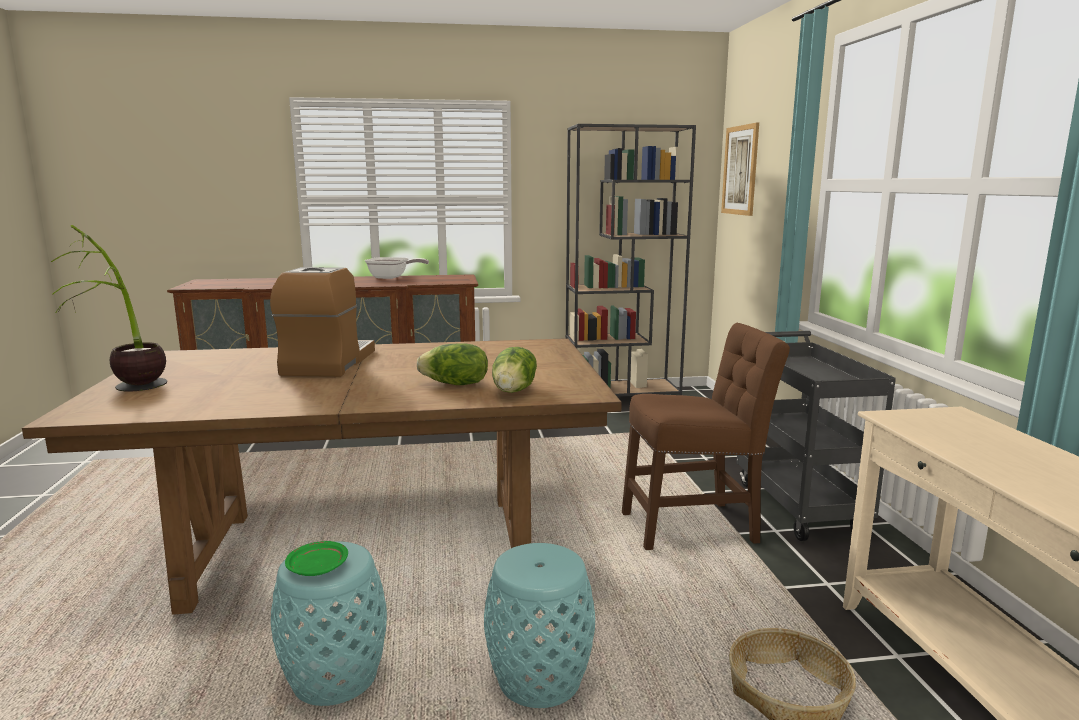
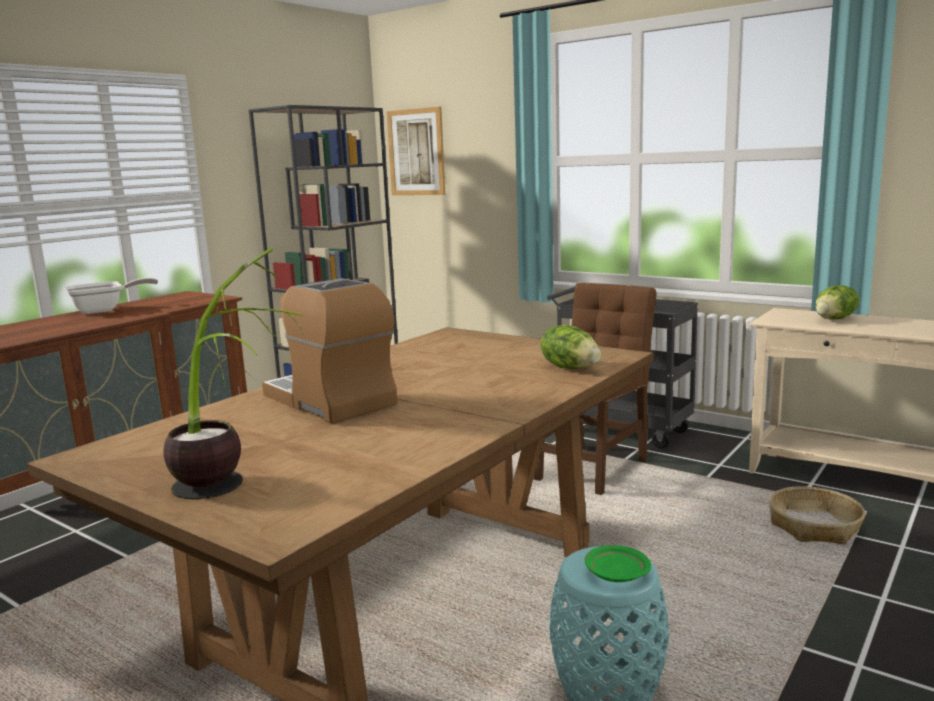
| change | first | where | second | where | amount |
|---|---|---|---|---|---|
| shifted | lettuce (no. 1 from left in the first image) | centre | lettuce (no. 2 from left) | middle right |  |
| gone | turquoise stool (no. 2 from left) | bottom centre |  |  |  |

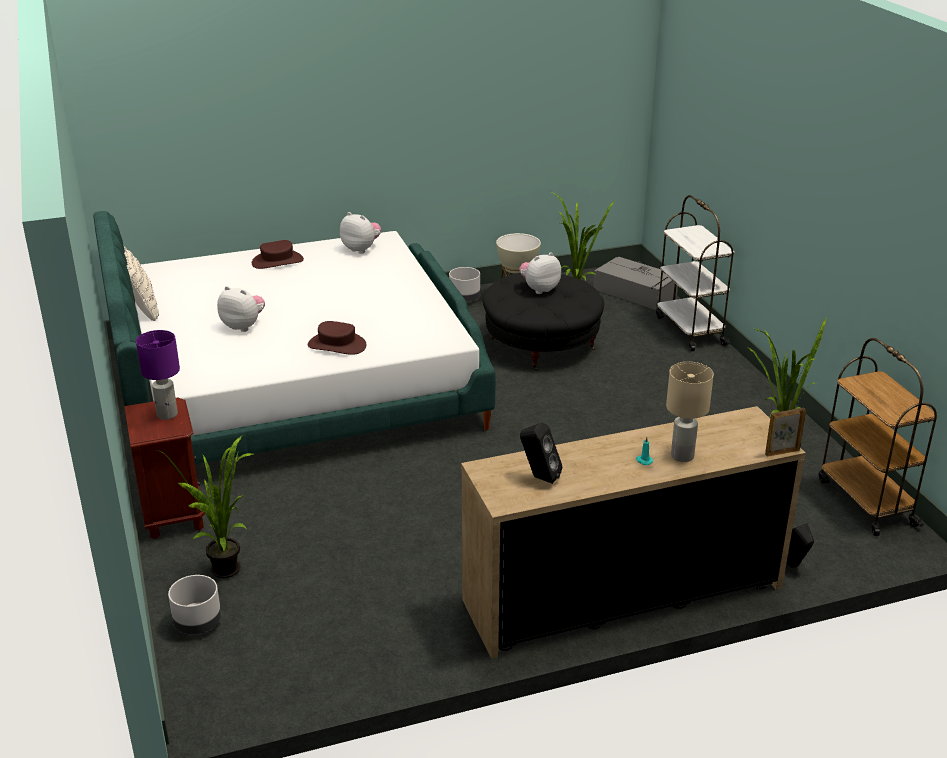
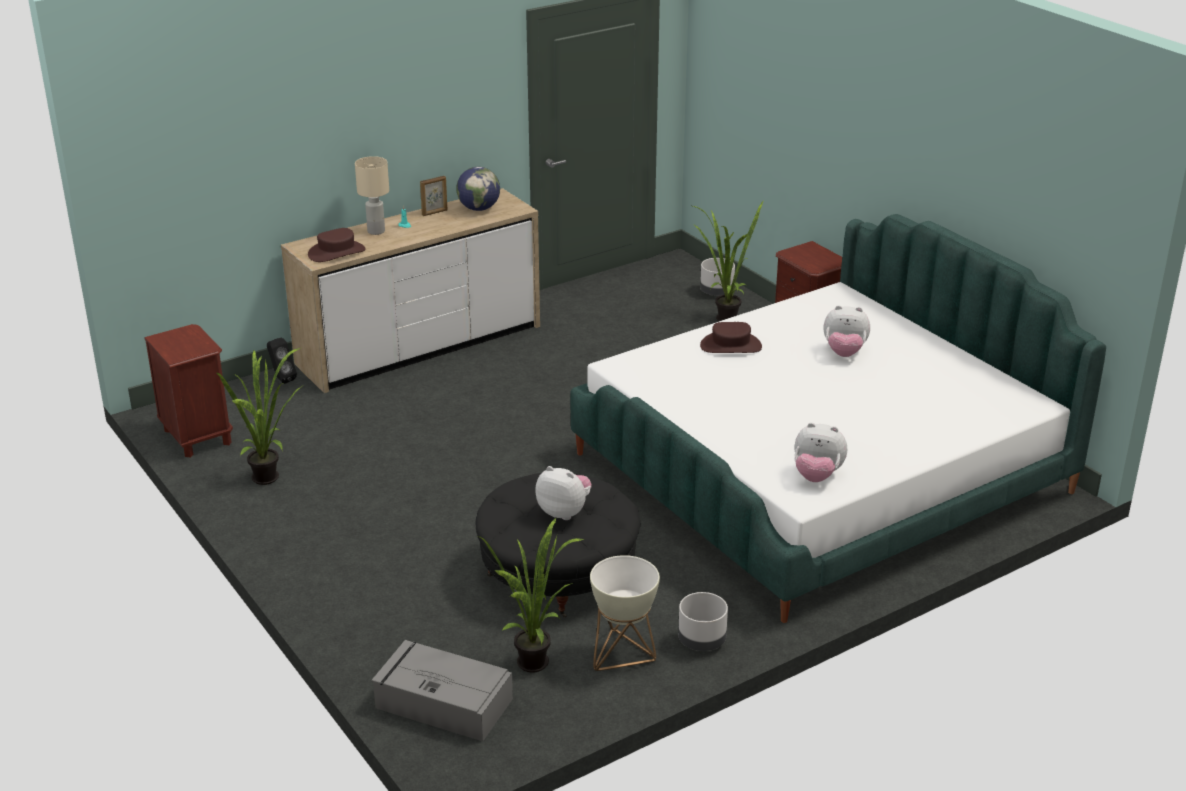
| change | first | where | second | where | amount |
|---|---|---|---|---|---|
| gone | beige pillow | middle left |  |  |  |
| gone | purple table lamp | middle left |  |  |  |
| shifted | brown hat (no. 1 from left) | middle left |  | top left |  |
| rotated | plush toy (no. 3 from left in the first image) | centre | plush toy (no. 1 from left) | centre | 105 degrees counterclockwise |
| swapped | black speaker (no. 1 from left) | centre | globe | top centre |  |
| gone | white cart | middle right |  |  |  |
| shifted | picture frame | middle right |  | top centre |  |
| swapped | brown cart | middle right | brown nightstand (no. 1 from left) | middle left |  |

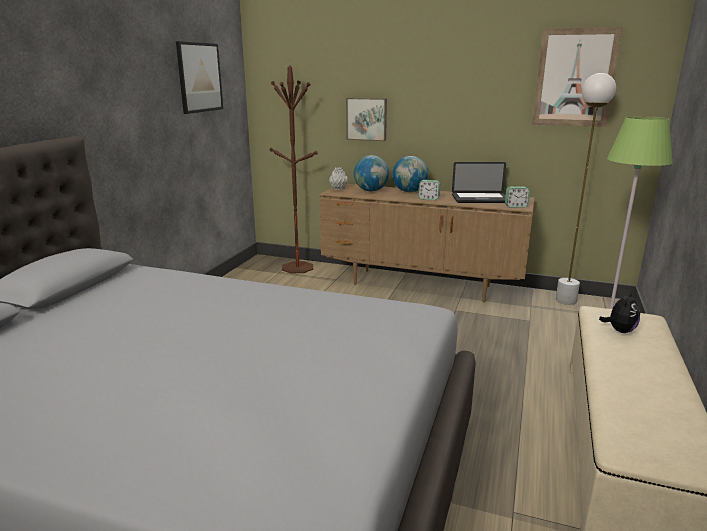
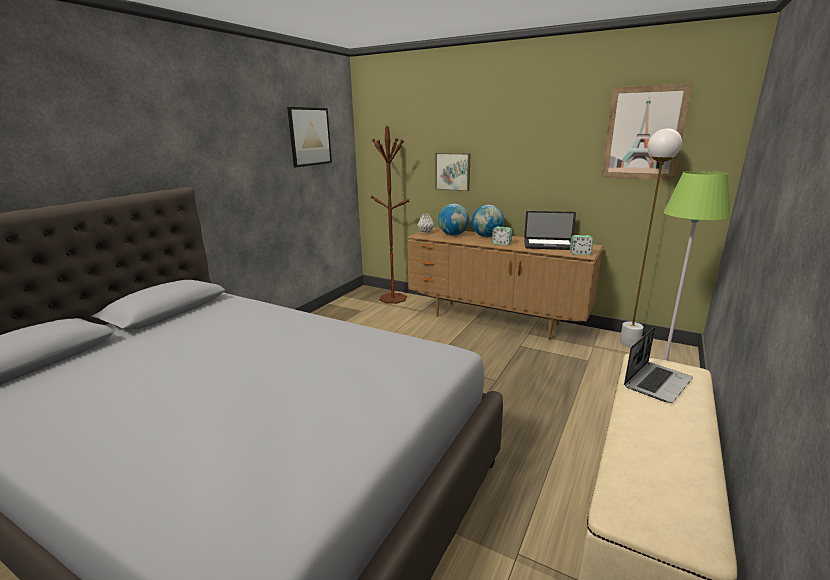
| change | first | where | second | where | amount |
|---|---|---|---|---|---|
| swapped | plush toy | middle right | laptop (no. 2 from left) | middle right |  |

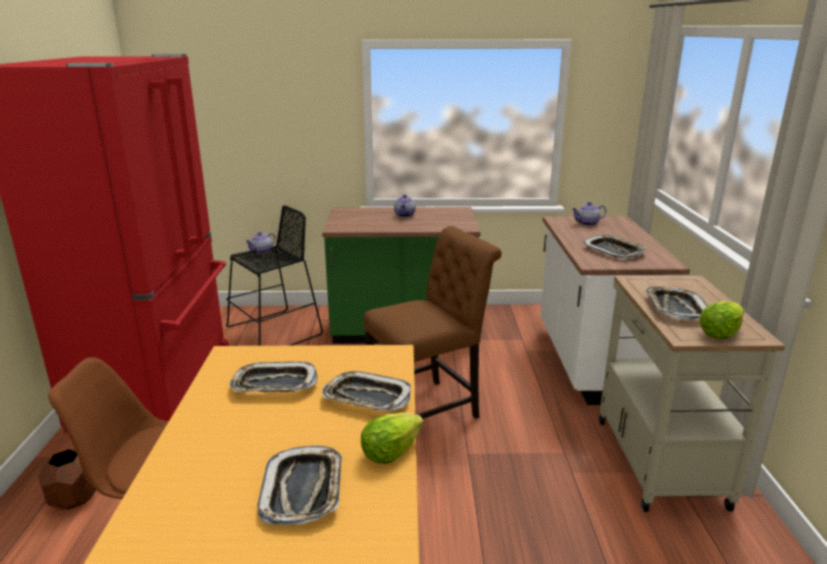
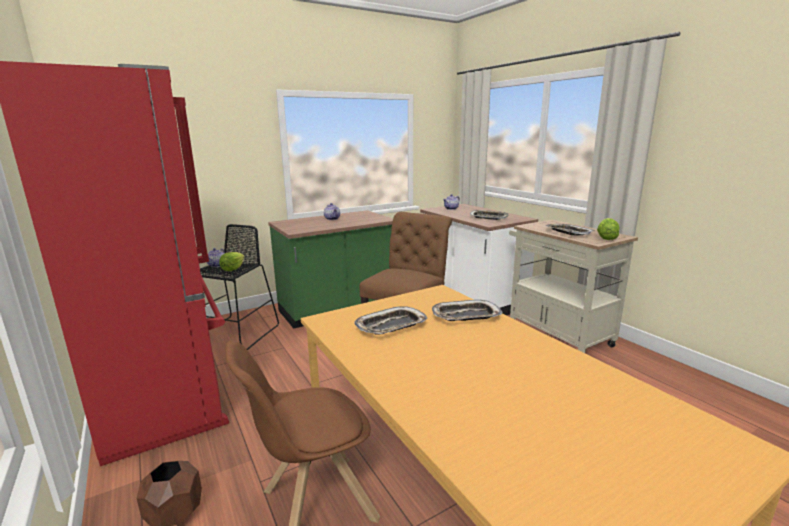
| change | first | where | second | where | amount |
|---|---|---|---|---|---|
| gone | tray (no. 2 from left) | bottom centre |  |  |  |
| shifted | lettuce (no. 1 from left) | bottom centre |  | middle left |  |

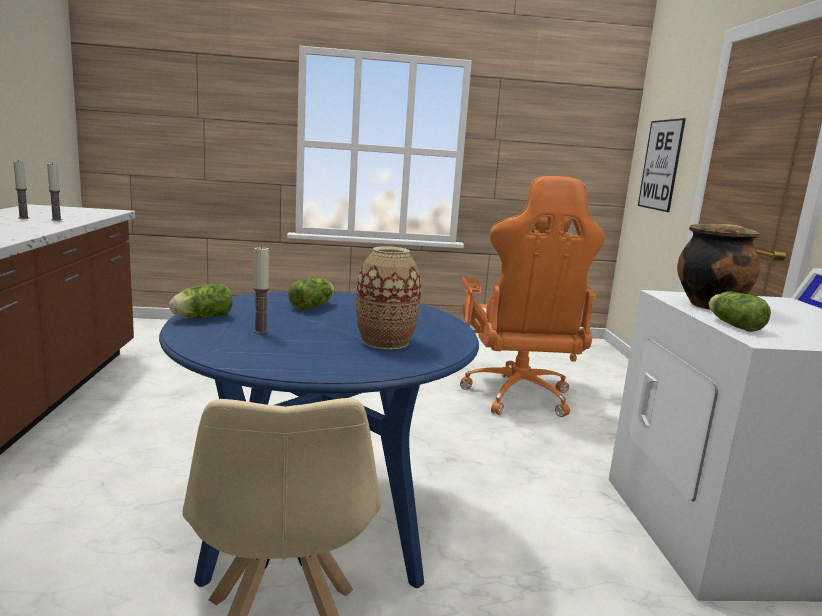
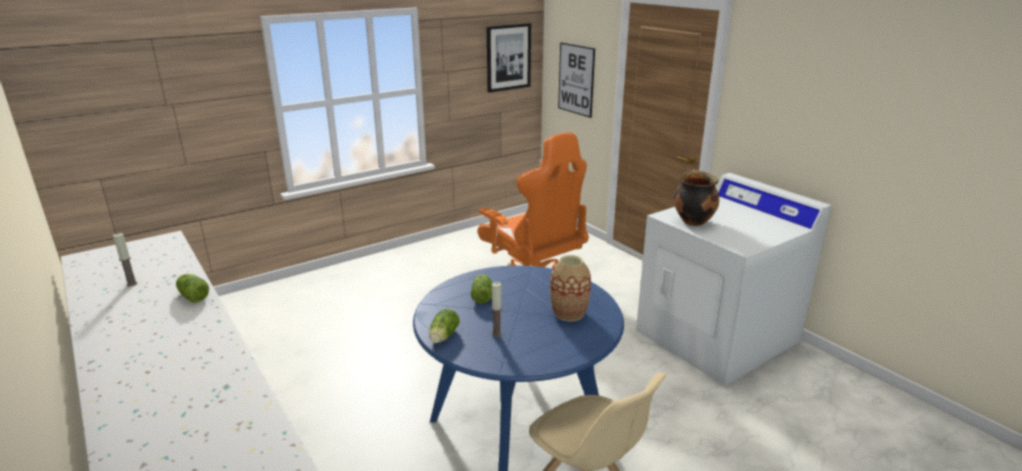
| change | first | where | second | where | amount |
|---|---|---|---|---|---|
| gone | candle (no. 2 from left) | top left |  |  |  |
| shifted | lettuce (no. 3 from left in the first image) | middle right | lettuce (no. 1 from left) | middle left |  |
| new |  |  | picture (no. 1 from left) | top centre |  |

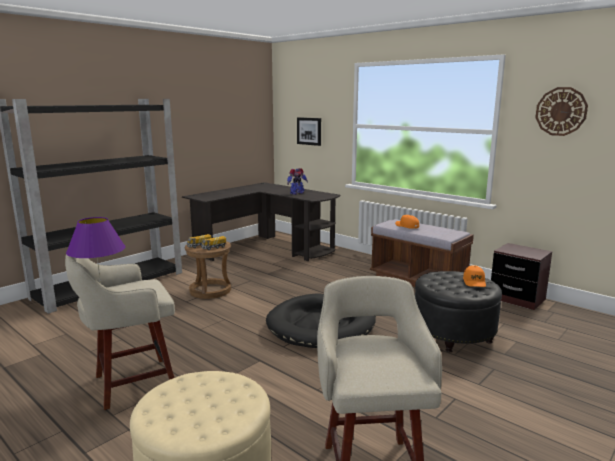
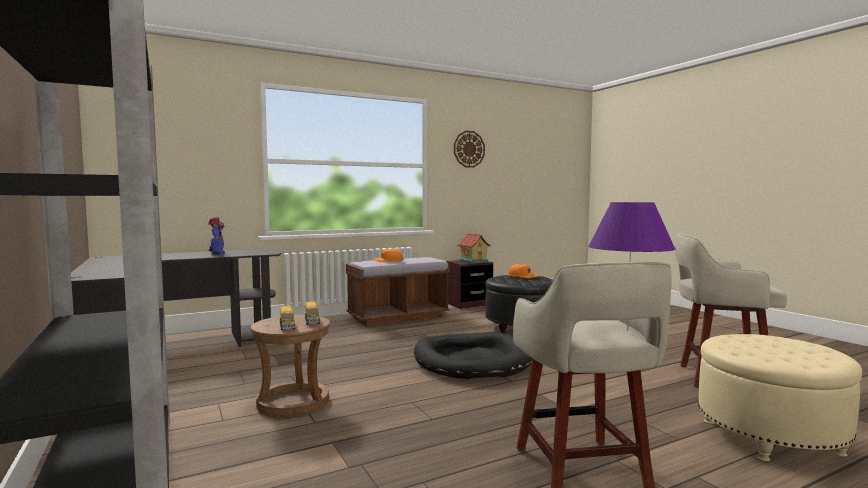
| change | first | where | second | where | amount |
|---|---|---|---|---|---|
| gone | picture | top centre |  |  |  |
| new |  |  | toy house | centre |  |

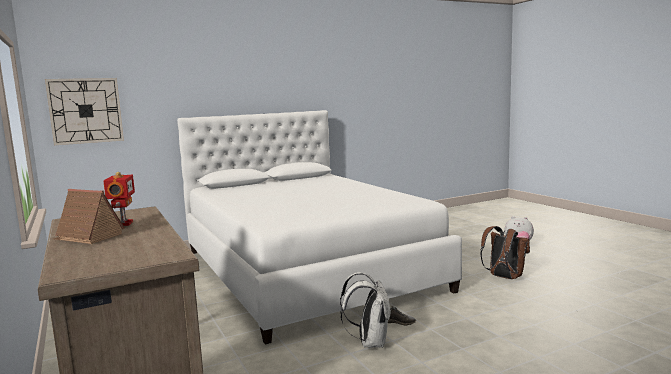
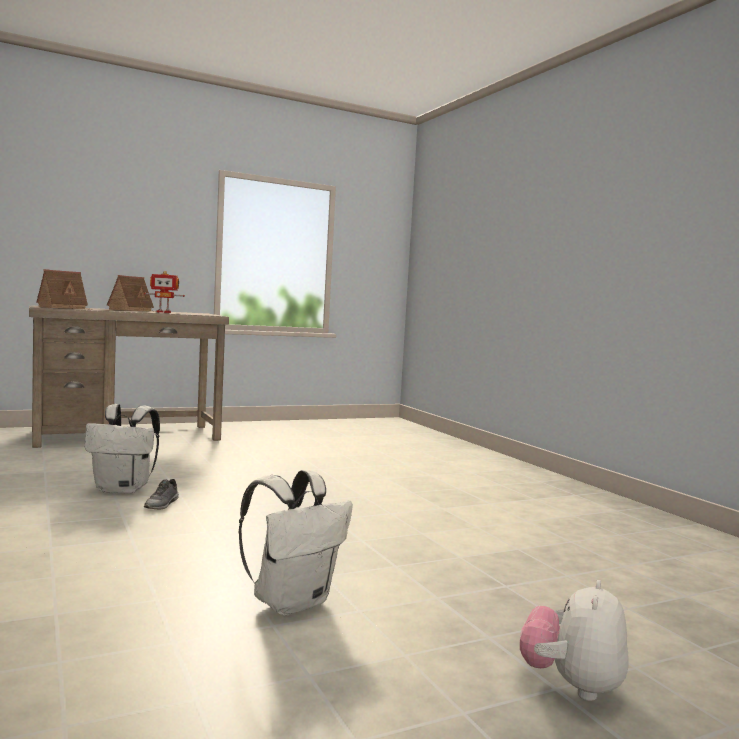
| change | first | where | second | where | amount |
|---|---|---|---|---|---|
| gone | wall clock | top left |  |  |  |
| gone | white bed | centre |  |  |  |
| repainted | brown backpack | bottom right | white backpack (no. 2 from left) | bottom centre |  |
| new |  |  | toy house (no. 1 from left) | middle left |  |

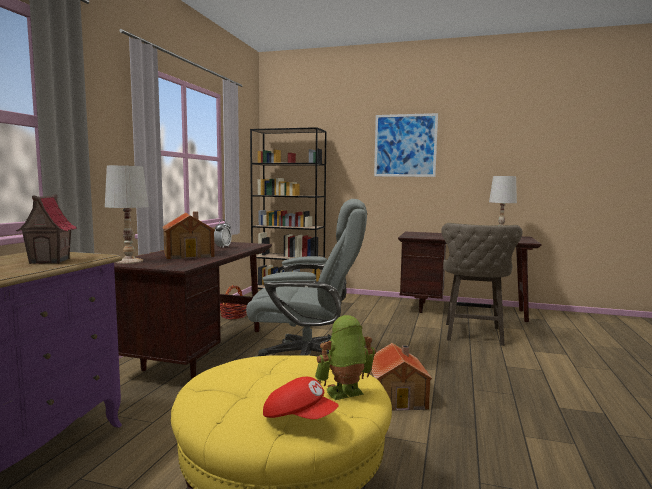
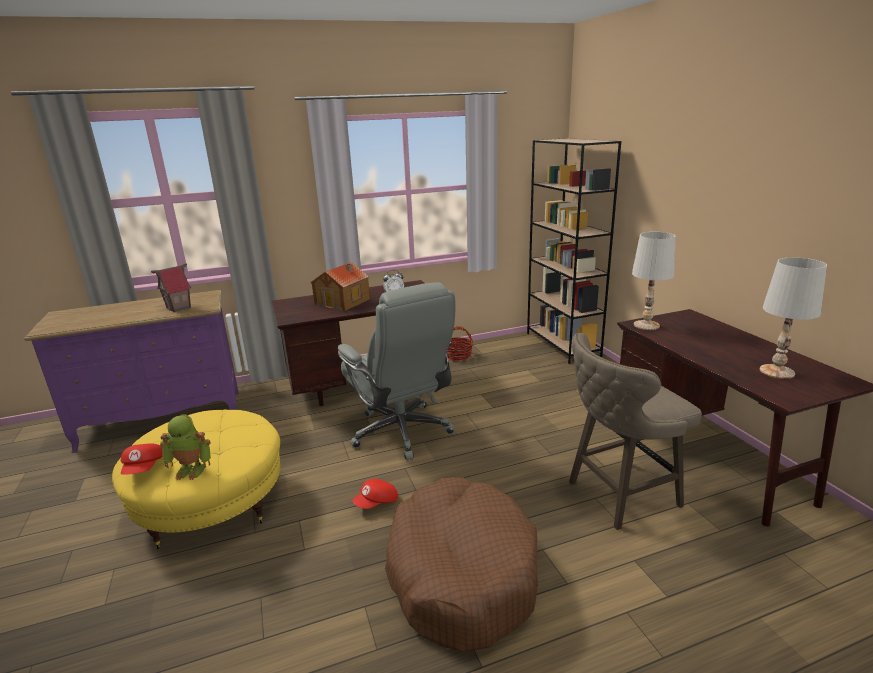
| change | first | where | second | where | amount |
|---|---|---|---|---|---|
| shifted | white table lamp (no. 1 from left) | middle left |  | middle right |  |
| rotated | toy robot | bottom centre |  | middle left | 150 degrees clockwise |
| swapped | toy house (no. 3 from left) | bottom centre | red cap (no. 2 from left) | bottom centre |  |
| gone | picture | top centre |  |  |  |
| new |  |  | brown dog bed | bottom centre |  |

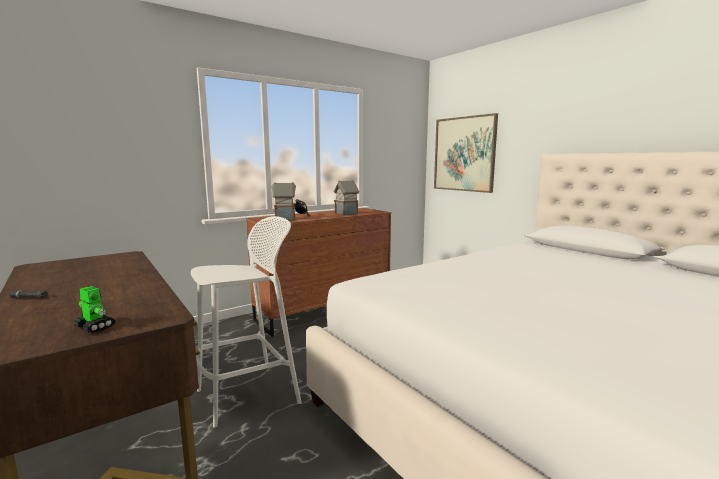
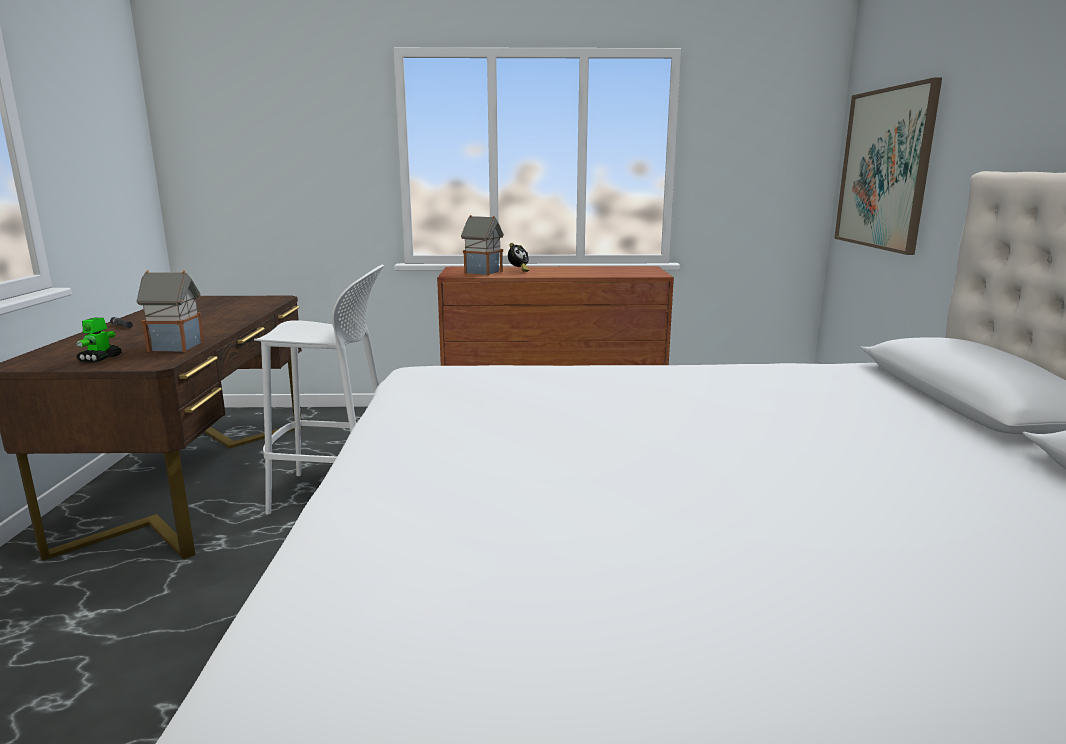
| change | first | where | second | where | amount |
|---|---|---|---|---|---|
| rotated | toy robot | middle left |  | middle left | 150 degrees counterclockwise |
| shifted | toy house (no. 2 from left in the first image) | centre | toy house (no. 1 from left) | middle left |  |

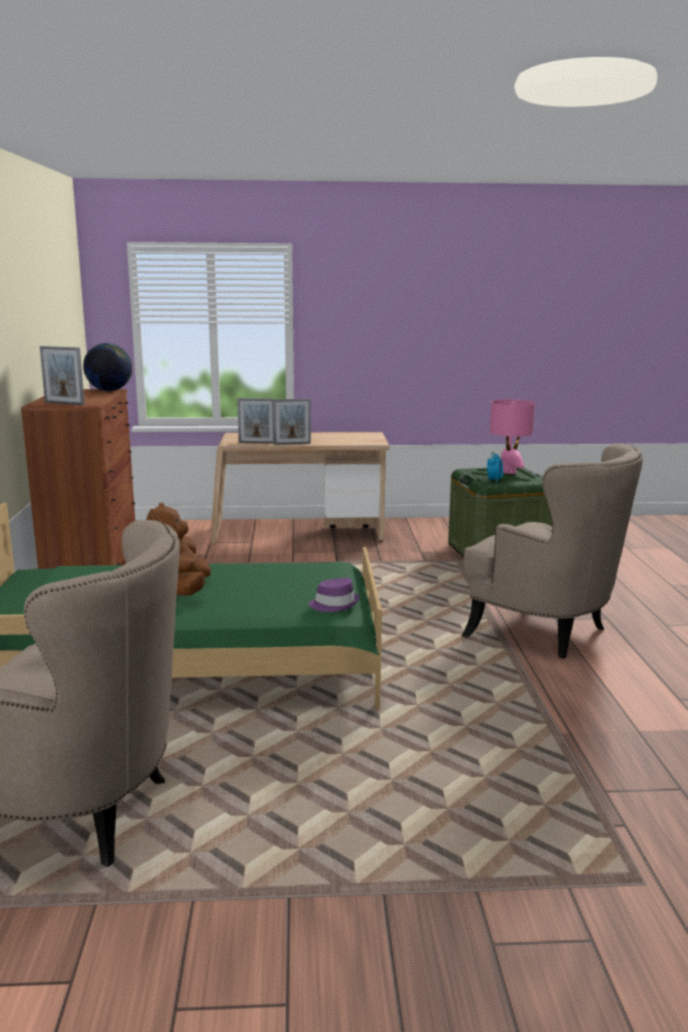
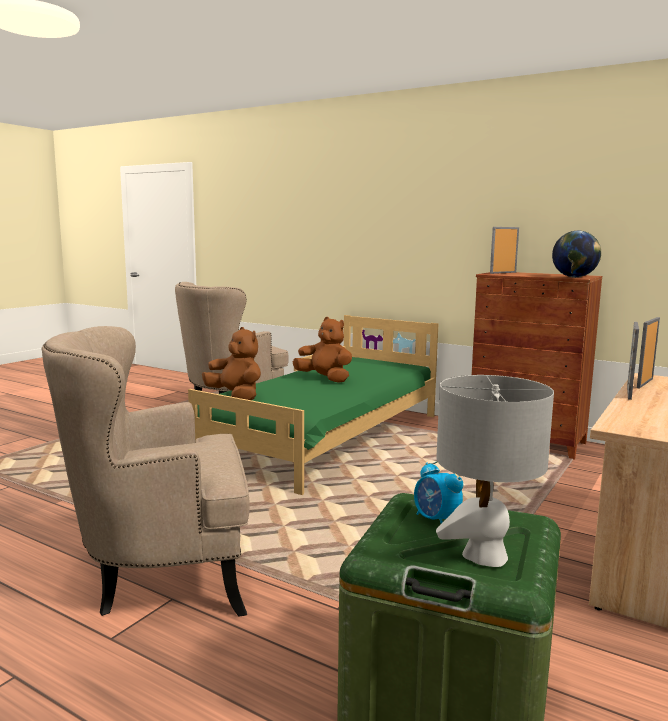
| change | first | where | second | where | amount |
|---|---|---|---|---|---|
| swapped | purple hat | centre | brown plush toy (no. 1 from left) | centre |  |
| repainted | pink table lamp | middle right | grey table lamp | middle right |  |

